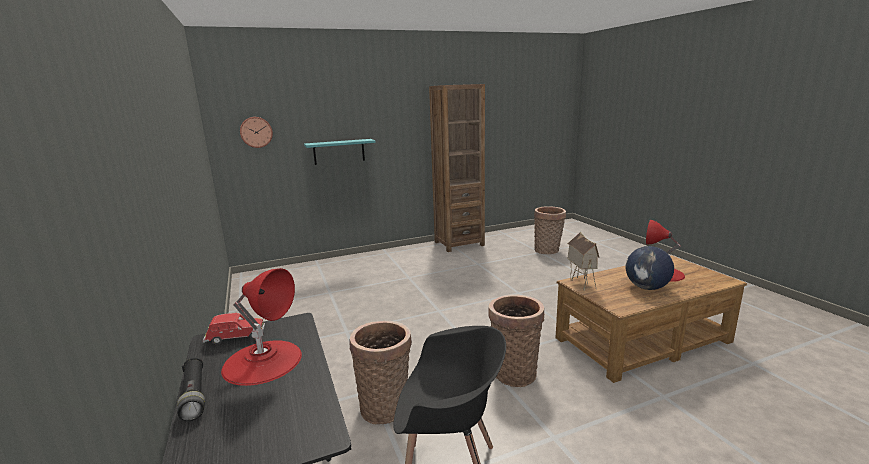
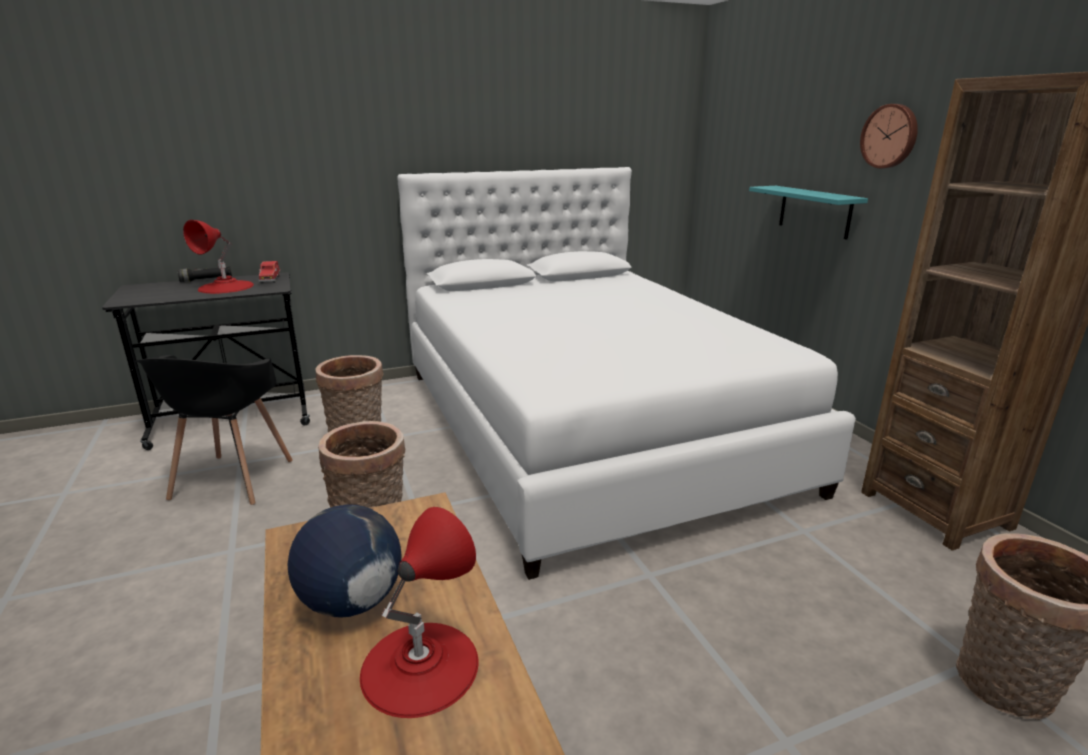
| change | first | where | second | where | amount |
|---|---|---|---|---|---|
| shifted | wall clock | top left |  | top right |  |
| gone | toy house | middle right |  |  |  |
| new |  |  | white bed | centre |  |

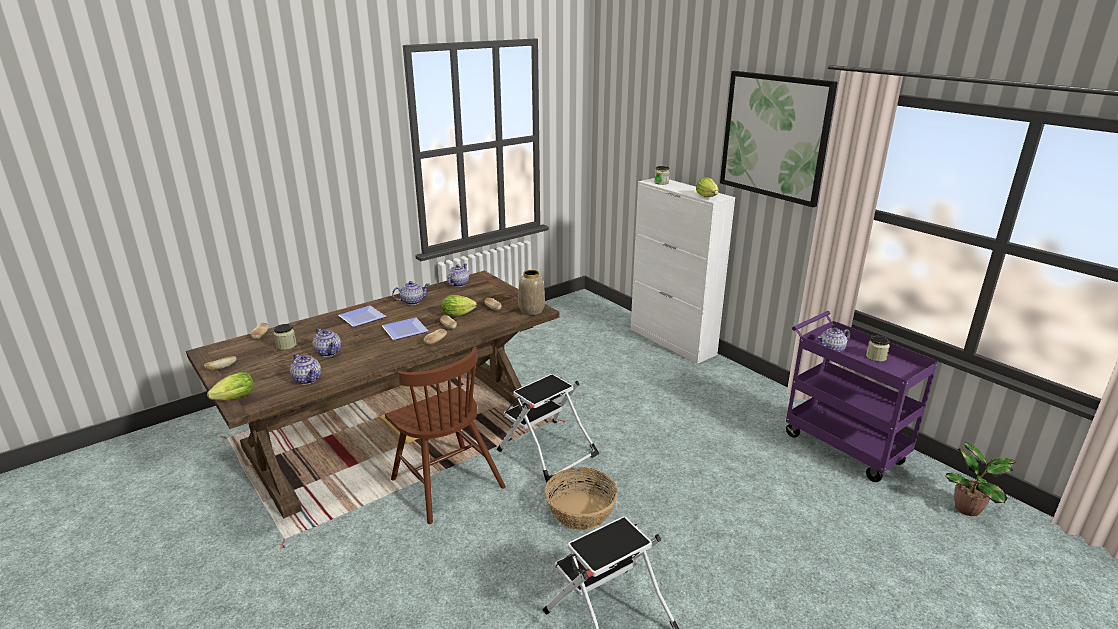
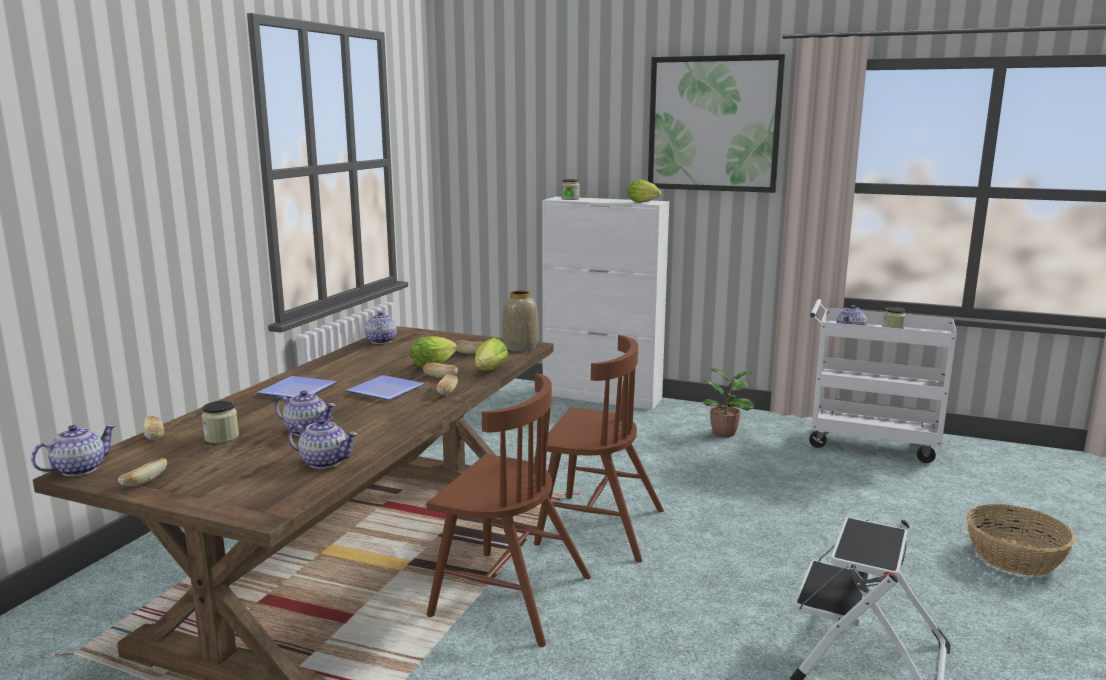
| change | first | where | second | where | amount |
|---|---|---|---|---|---|
| shifted | lettuce (no. 1 from left in the first image) | middle left | lettuce (no. 2 from left) | centre |  |
| shifted | teapot (no. 3 from left in the first image) | centre | teapot (no. 1 from left) | middle left |  |
| swapped | step ladder (no. 1 from left) | bottom centre | brown chair (no. 2 from left) | centre |  |
| shifted | basket | bottom centre |  | bottom right |  |
| repainted | purple cart | middle right | white cart | middle right |  |
| shifted | potted plant | bottom right |  | centre |  |

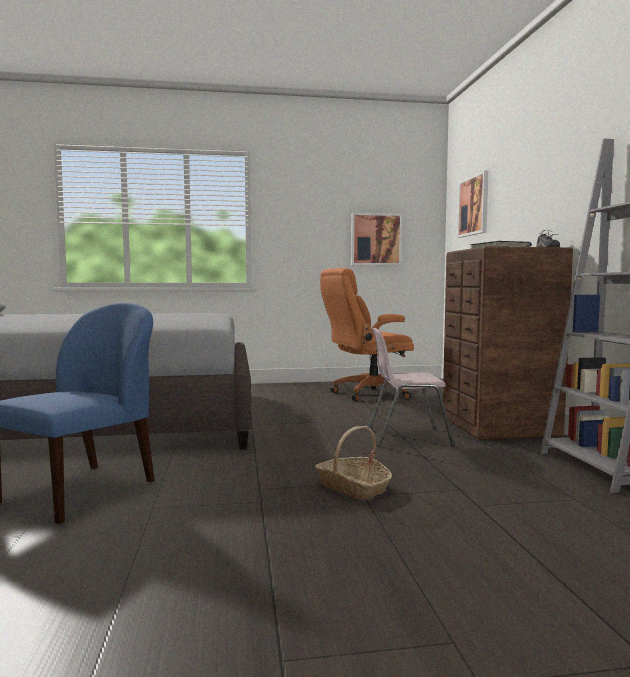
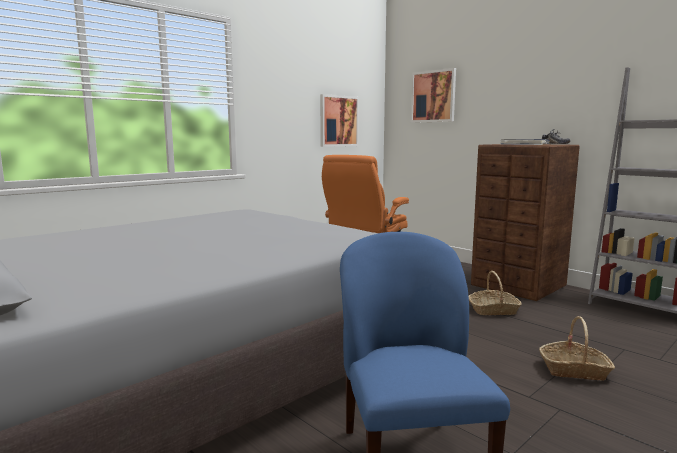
| change | first | where | second | where | amount |
|---|---|---|---|---|---|
| swapped | pink chair | centre | basket (no. 1 from left) | middle right |  |

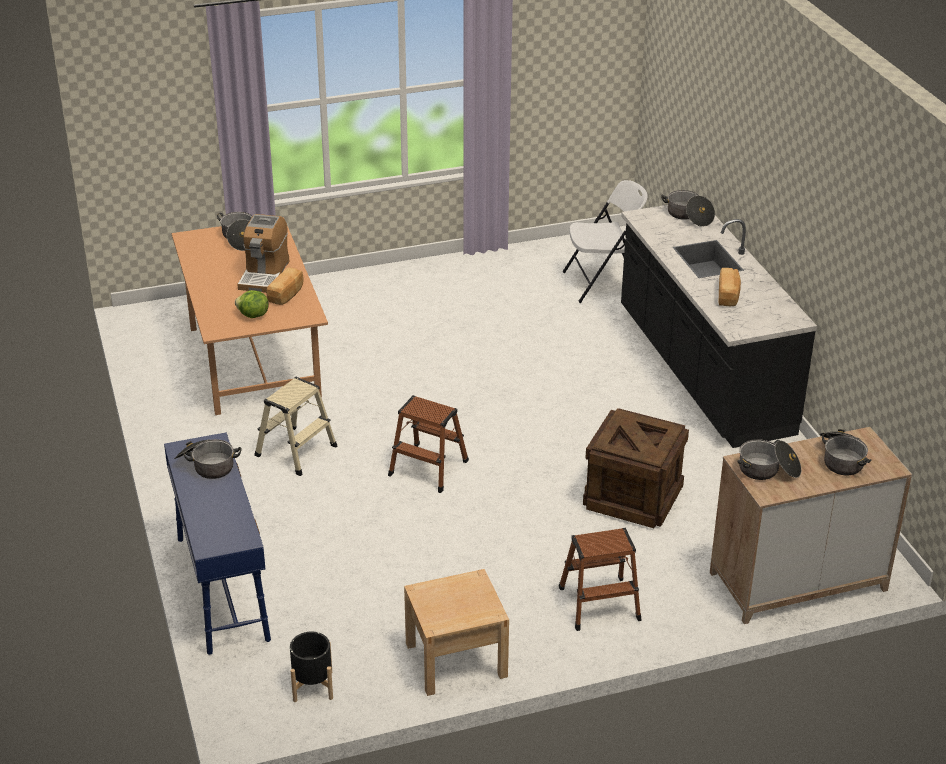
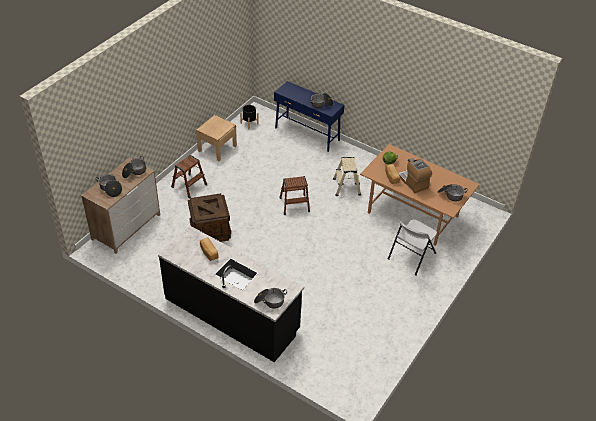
| change | first | where | second | where | amount |
|---|---|---|---|---|---|
| shifted | white chair | top centre |  | middle right |  |

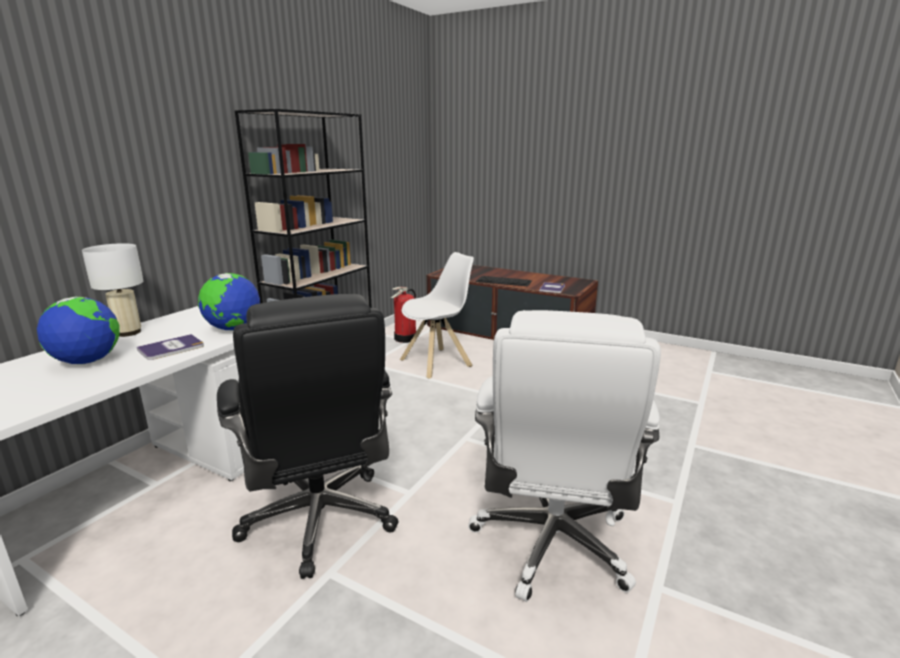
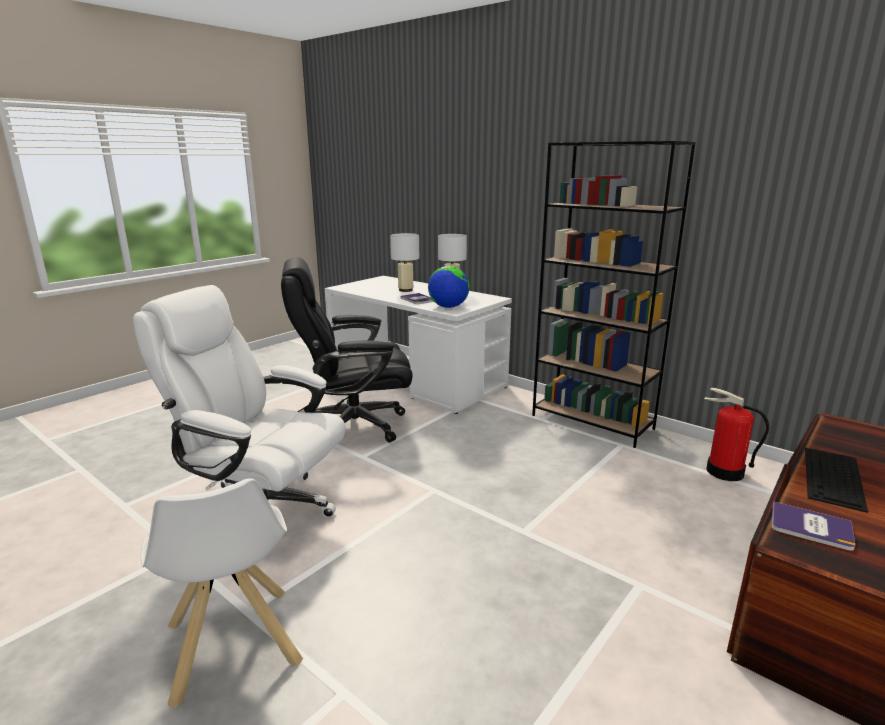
| change | first | where | second | where | amount |
|---|---|---|---|---|---|
| swapped | globe (no. 1 from left) | middle left | white table lamp (no. 1 from left) | centre |  |
| shifted | white chair | centre |  | bottom left |  |

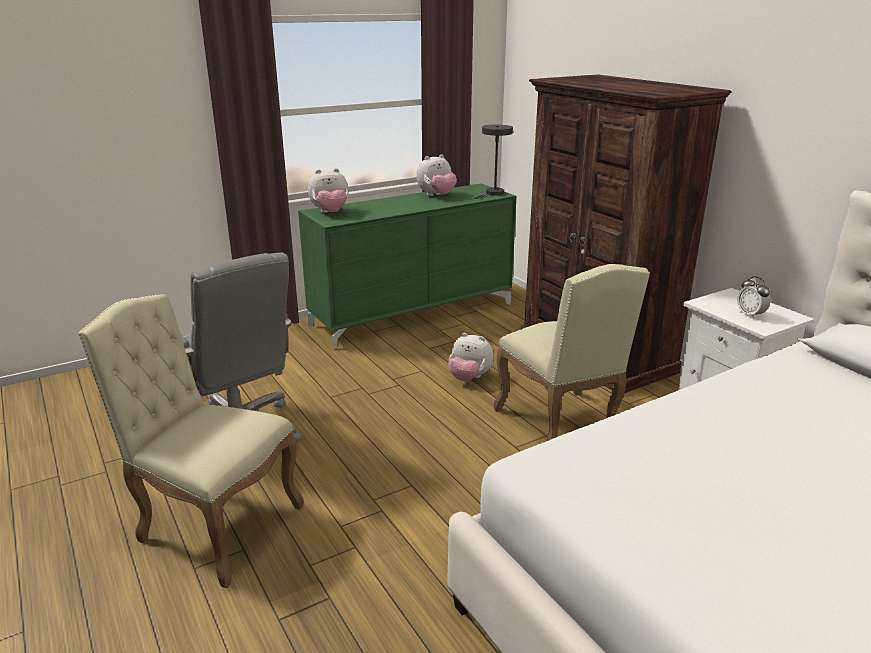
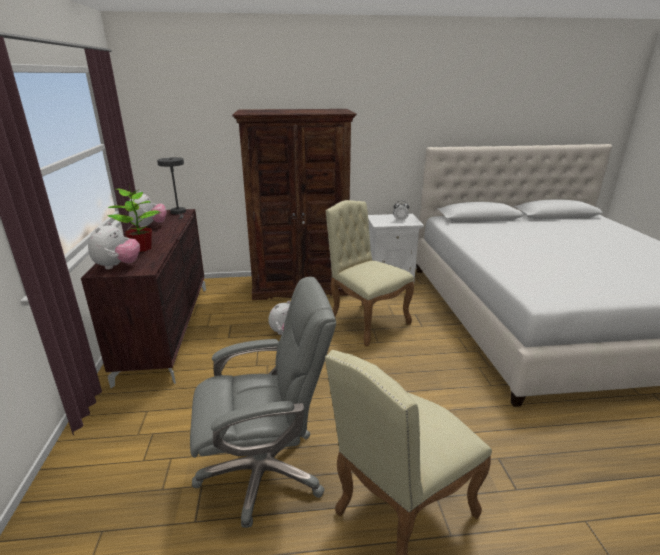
| change | first | where | second | where | amount |
|---|---|---|---|---|---|
| repainted | green dresser | centre | brown dresser | middle left |  |
| rotated | beige chair (no. 2 from left in the first image) | centre | beige chair (no. 1 from left) | centre | 135 degrees counterclockwise |
| new |  |  | potted plant | middle left |  |

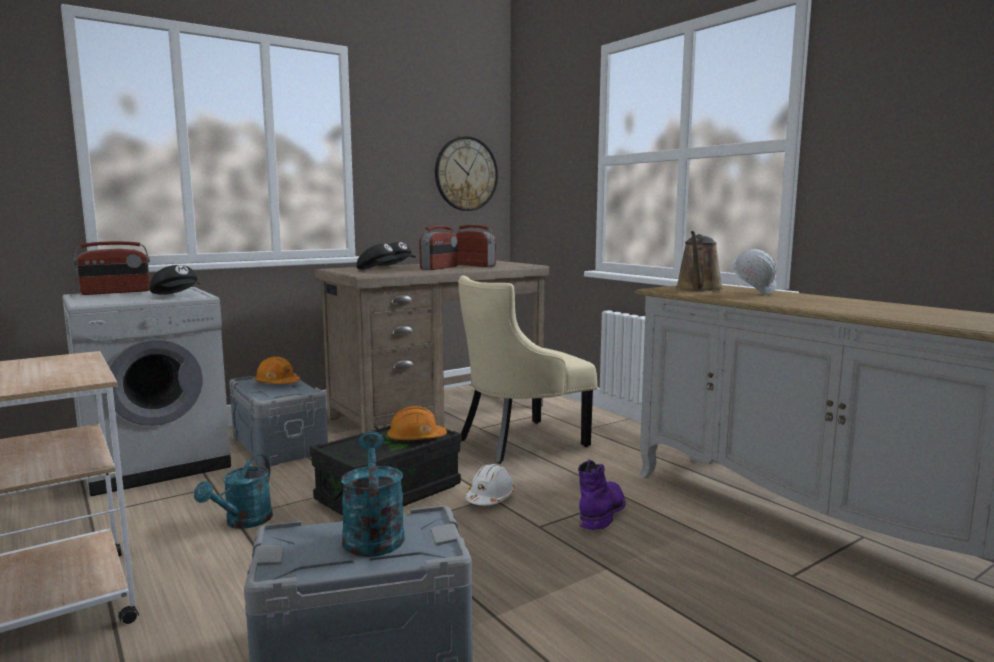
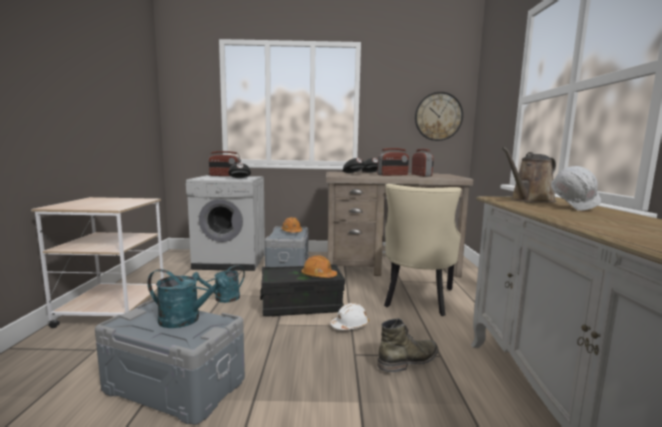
| change | first | where | second | where | amount |
|---|---|---|---|---|---|
| rotated | turquoise watering can (no. 2 from left in the first image) | bottom centre | turquoise watering can (no. 1 from left) | bottom left | 75 degrees clockwise |
| rotated | beige chair | centre |  | centre | 75 degrees counterclockwise |
| repainted | purple boot | bottom centre | green boot | bottom centre |  |

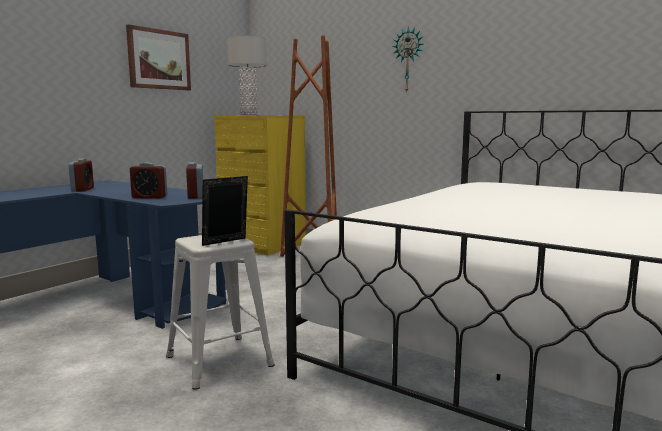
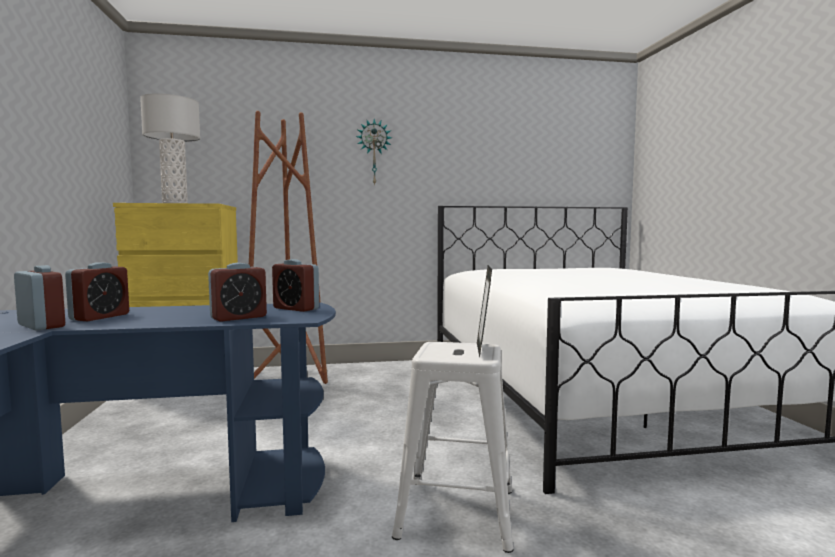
| change | first | where | second | where | amount |
|---|---|---|---|---|---|
| gone | picture | top left |  |  |  |
| new |  |  | alarm clock (no. 2 from left) | middle left |  |

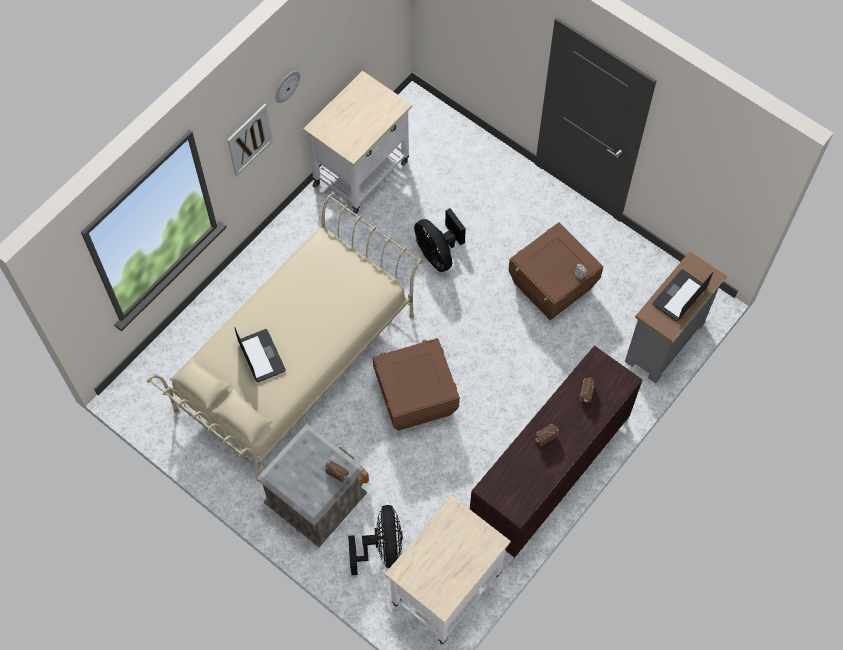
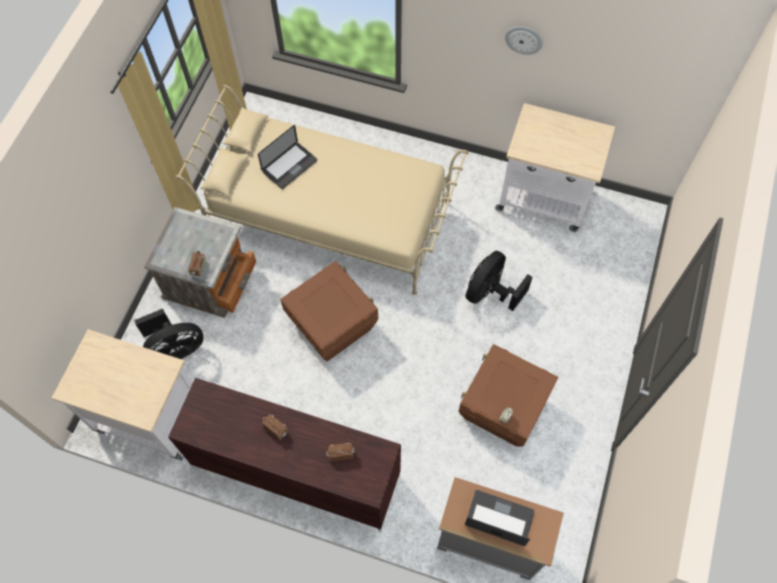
| change | first | where | second | where | amount |
|---|---|---|---|---|---|
| gone | picture | top left |  |  |  |

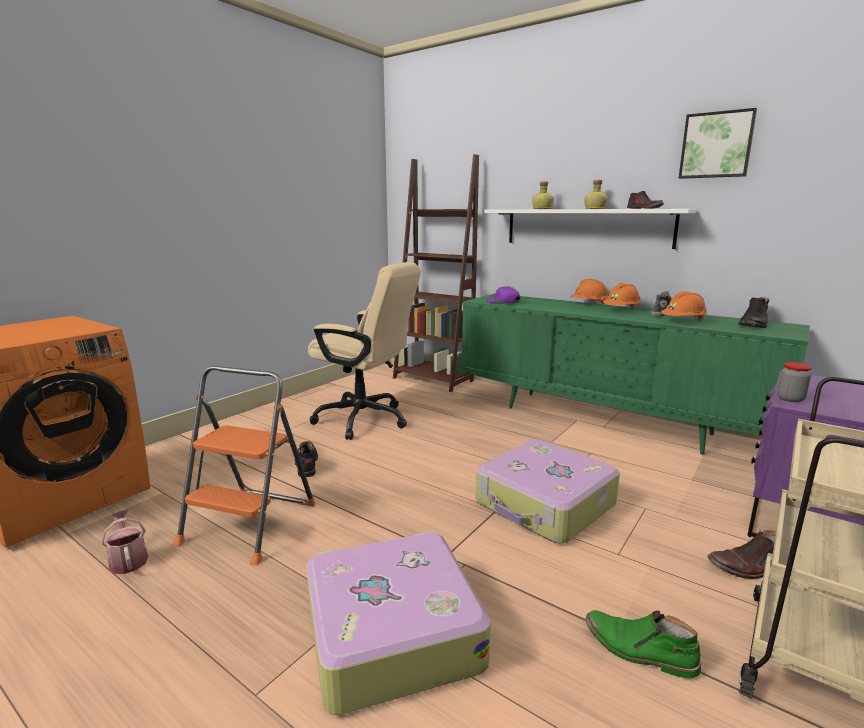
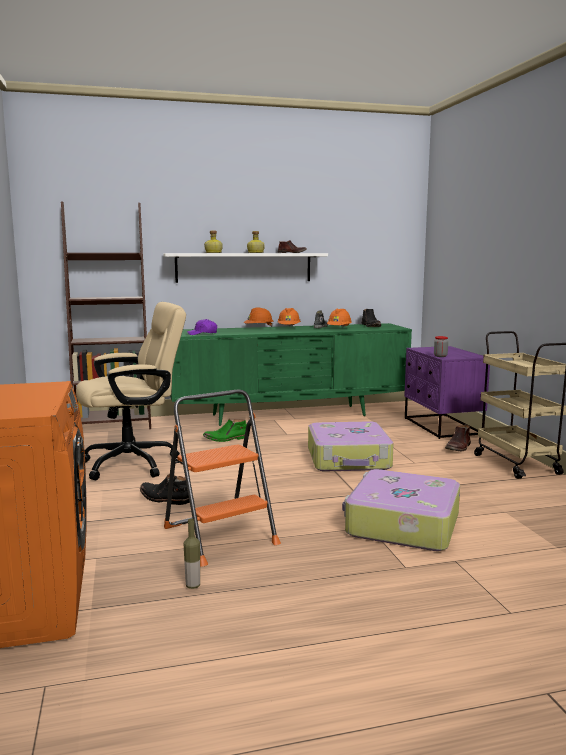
| change | first | where | second | where | amount |
|---|---|---|---|---|---|
| swapped | watering can | bottom left | bottle (no. 1 from left) | bottom centre |  |
| shifted | green boot | bottom right |  | centre |  |
| gone | picture | top right |  |  |  |

